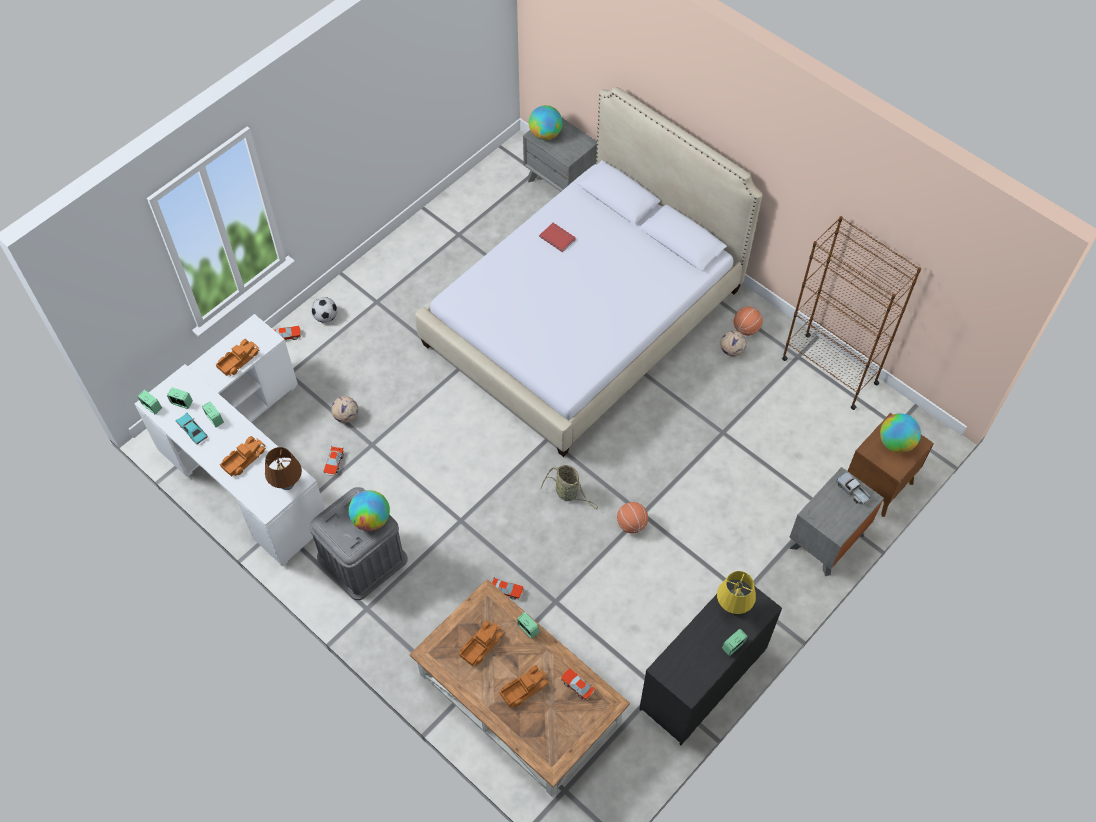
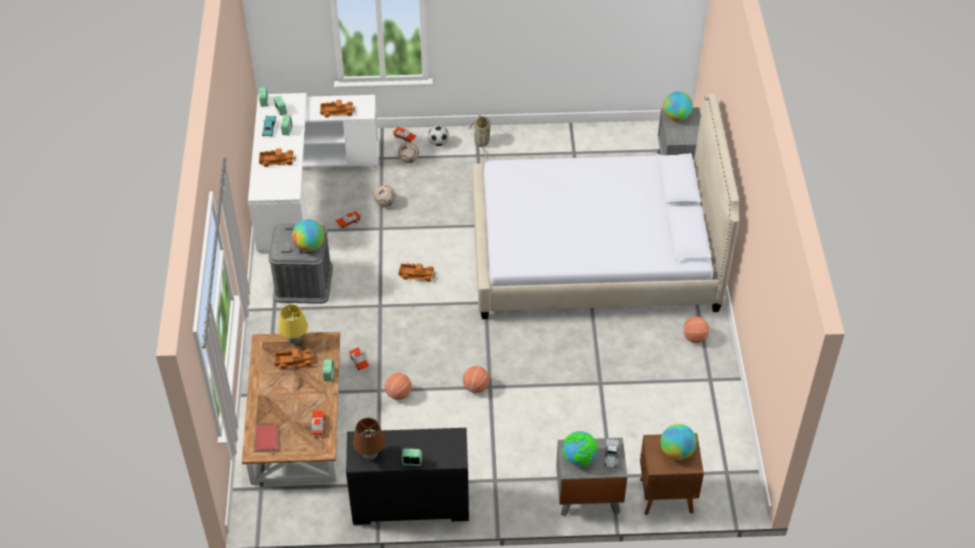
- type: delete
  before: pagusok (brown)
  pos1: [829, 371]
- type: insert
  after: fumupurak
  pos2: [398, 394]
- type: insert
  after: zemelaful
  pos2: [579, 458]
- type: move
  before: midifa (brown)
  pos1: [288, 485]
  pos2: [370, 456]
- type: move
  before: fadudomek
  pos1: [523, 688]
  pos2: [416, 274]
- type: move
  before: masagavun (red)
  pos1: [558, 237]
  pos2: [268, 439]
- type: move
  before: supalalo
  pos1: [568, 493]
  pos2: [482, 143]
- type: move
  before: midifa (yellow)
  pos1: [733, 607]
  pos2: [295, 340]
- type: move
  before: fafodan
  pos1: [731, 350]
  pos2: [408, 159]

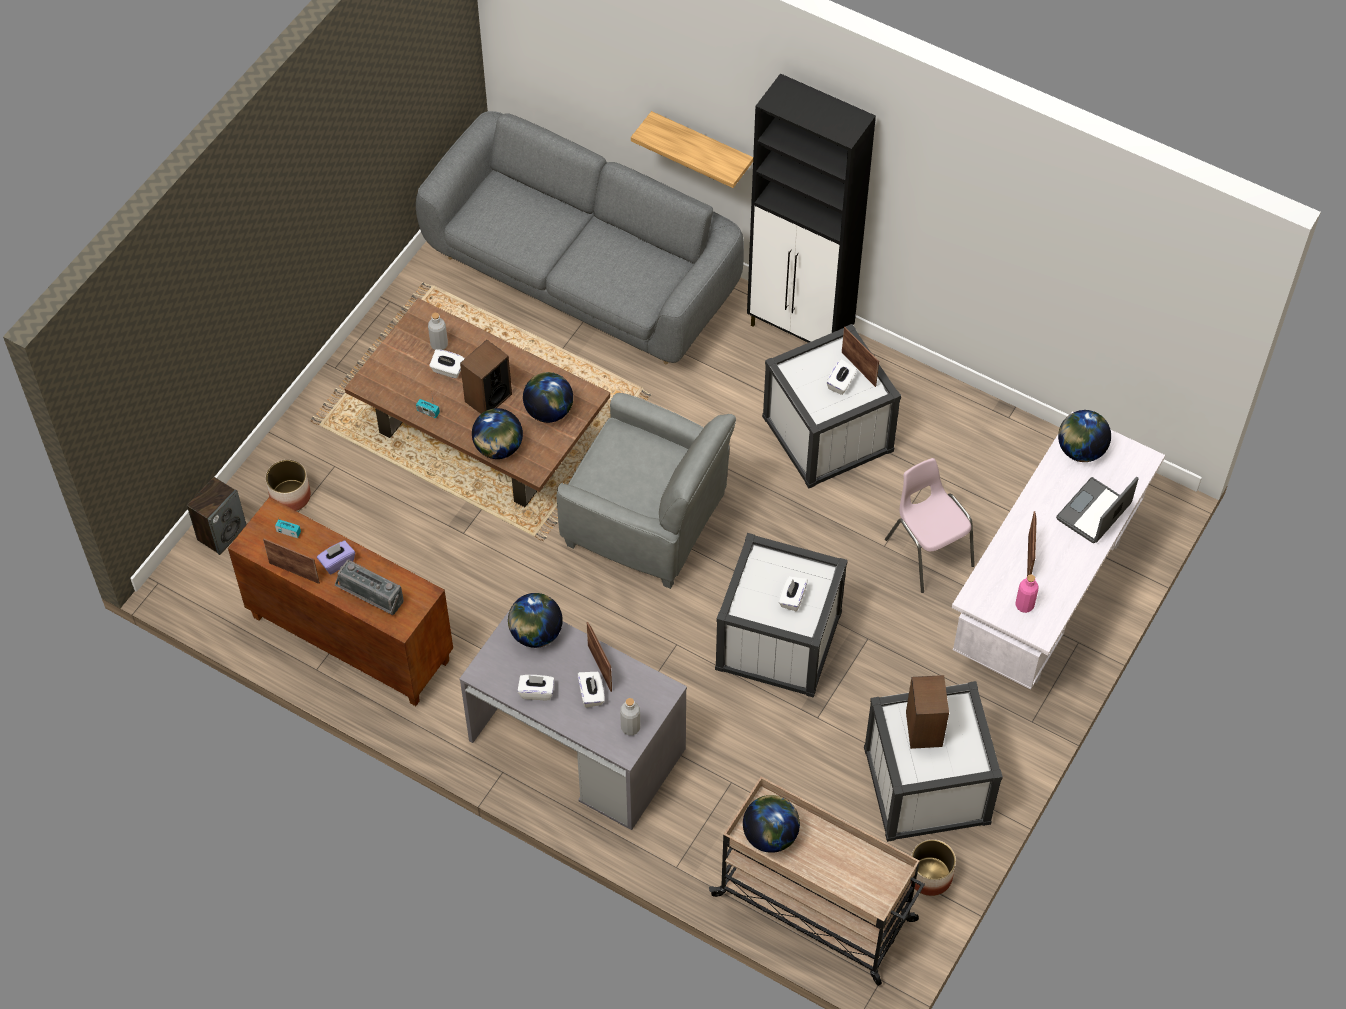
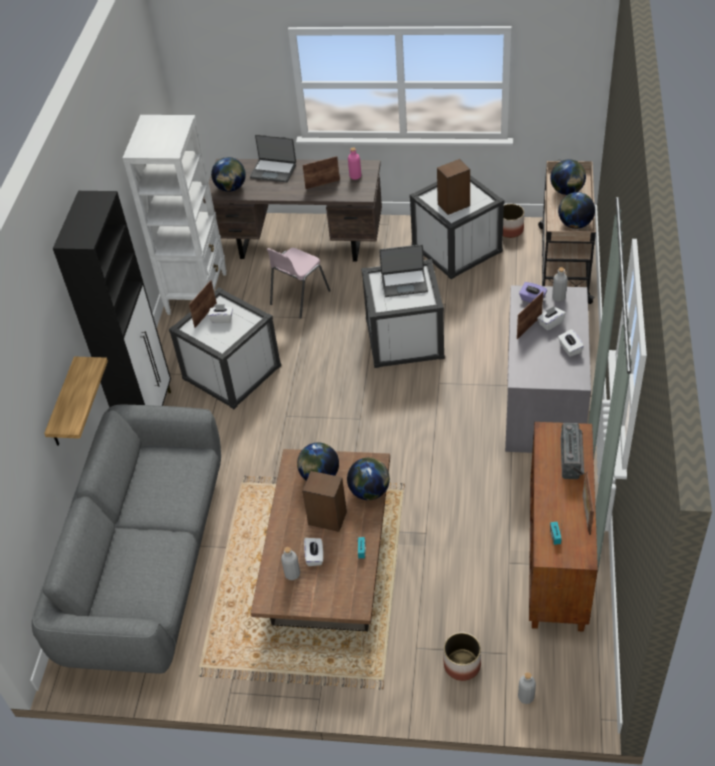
- type: delete
  before: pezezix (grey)
  pos1: [648, 521]
- type: insert
  after: pagusok (white)
  pos2: [197, 293]
- type: move
  before: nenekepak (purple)
  pos1: [337, 562]
  pos2: [532, 299]
- type: move
  before: zemelaful
  pos1: [536, 633]
  pos2: [567, 191]
- type: replace
  before: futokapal
  after: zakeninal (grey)
  pos1: [222, 533]
  pos2: [526, 697]
- type: replace
  before: nenekepak (white)
  after: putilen
  pos1: [792, 598]
  pos2: [404, 283]
- type: recolor
  before: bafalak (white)
  after: bafalak (brown)
  pos1: [1044, 597]
  pos2: [302, 243]

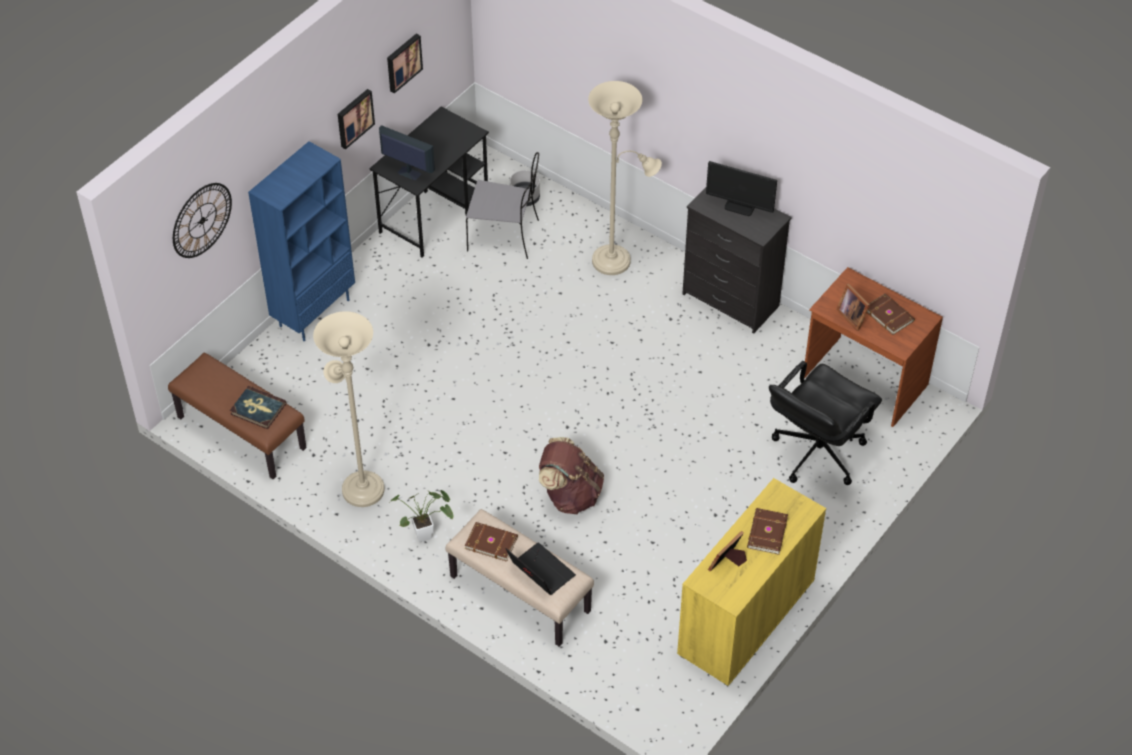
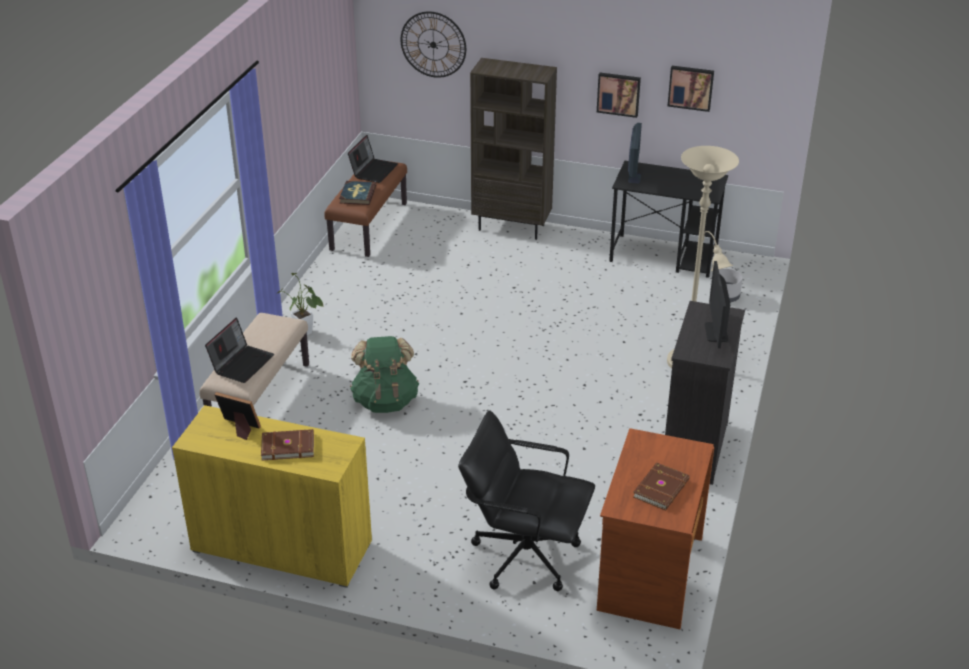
- type: delete
  before: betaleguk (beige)
  pos1: [360, 485]
- type: delete
  before: masagavun (brown)
  pos1: [491, 542]
- type: delete
  before: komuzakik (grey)
  pos1: [505, 236]
- type: delete
  before: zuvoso
  pos1: [852, 316]
- type: insert
  after: putilen
  pos2: [373, 170]
- type: recolor
  before: pagusok (blue)
  after: pagusok (brown)
  pos1: [314, 312]
  pos2: [512, 227]
- type: recolor
  before: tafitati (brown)
  after: tafitati (green)
  pos1: [570, 495]
  pos2: [385, 401]

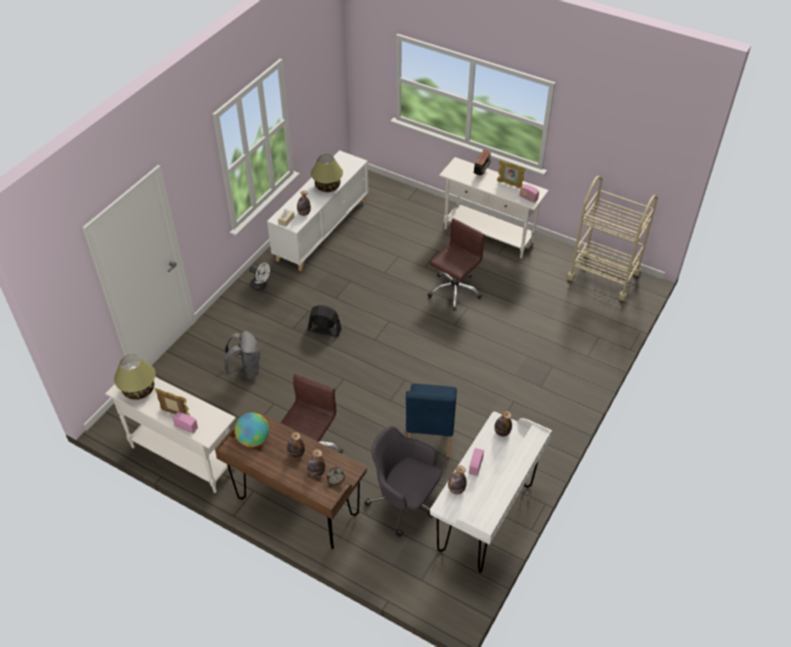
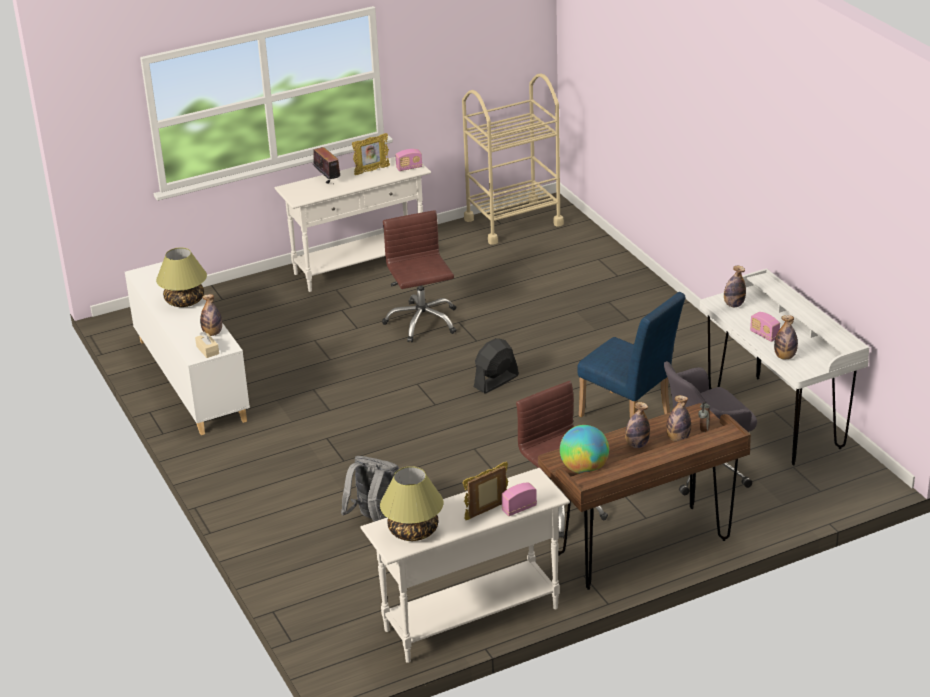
- type: delete
  before: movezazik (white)
  pos1: [260, 286]
- type: move
  before: movezazik (black)
  pos1: [324, 329]
  pos2: [496, 381]

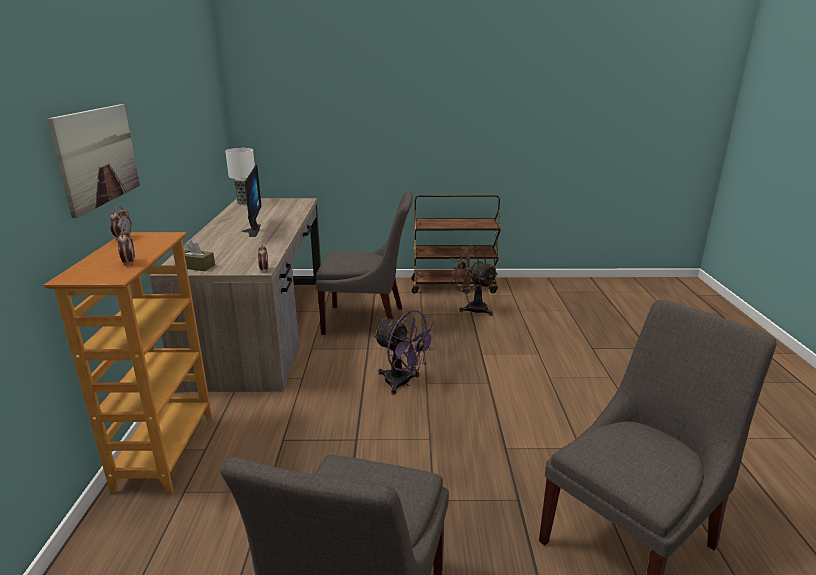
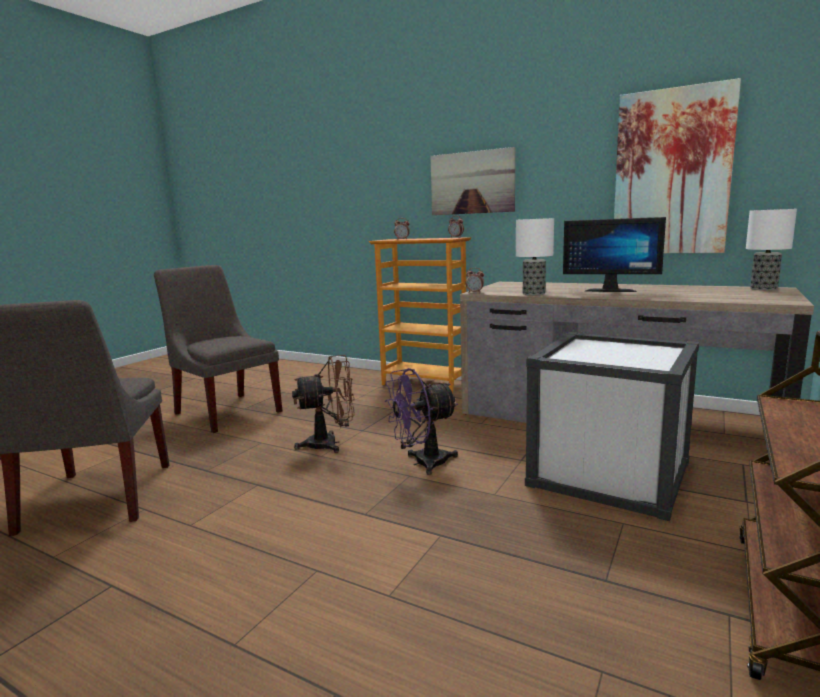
- type: delete
  before: nenekepak (brown)
  pos1: [196, 266]
- type: insert
  after: midifa
  pos2: [534, 294]
- type: insert
  after: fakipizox
  pos2: [671, 173]
- type: move
  before: movezazik (brown)
  pos1: [472, 307]
  pos2: [330, 444]
- type: replace
  before: komuzakik (grey)
  after: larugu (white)
  pos1: [368, 321]
  pos2: [608, 474]

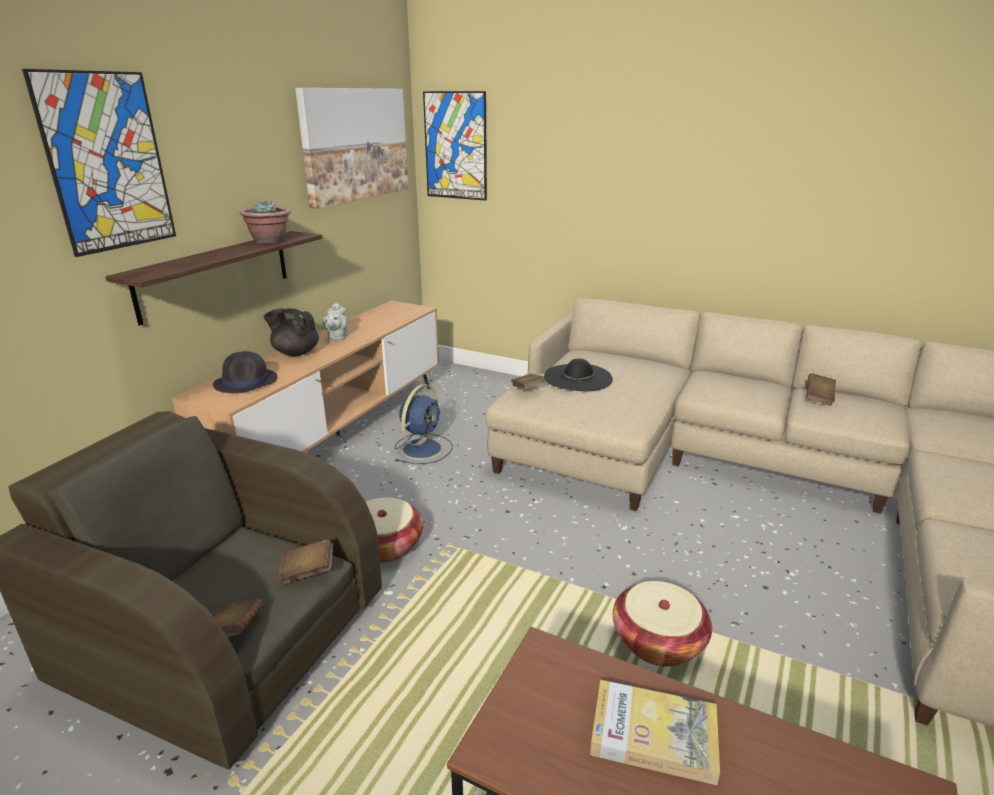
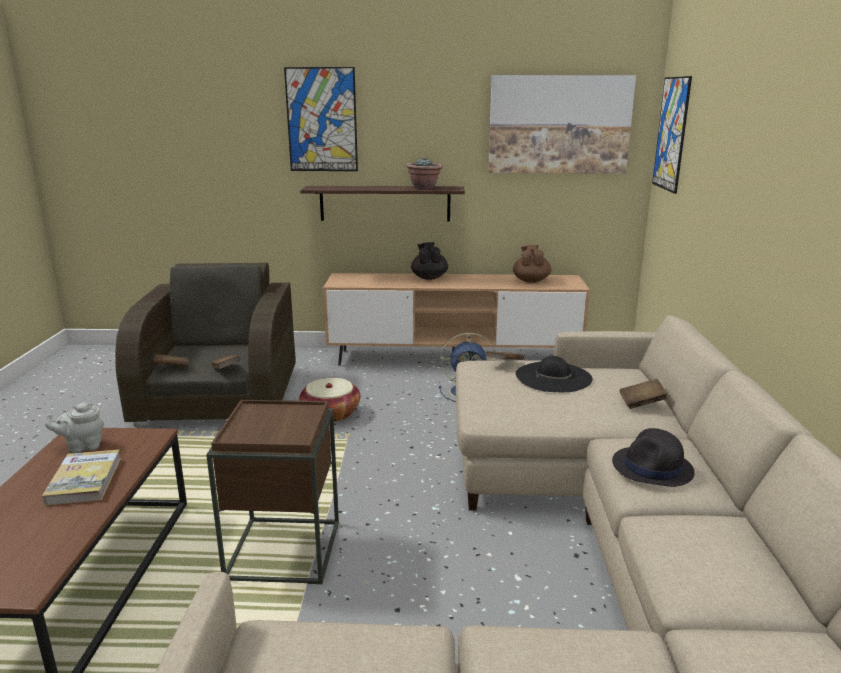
- type: insert
  after: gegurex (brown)
  pos2: [531, 281]
- type: move
  before: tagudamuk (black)
  pos1: [246, 382]
  pos2: [652, 468]
- type: move
  before: gegurex (grey)
  pos1: [337, 337]
  pos2: [82, 446]
- type: move
  before: masagavun (brown)
  pos1: [818, 398]
  pos2: [641, 403]
- type: replace
  before: supalalo
  after: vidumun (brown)
  pos1: [658, 641]
  pos2: [283, 549]

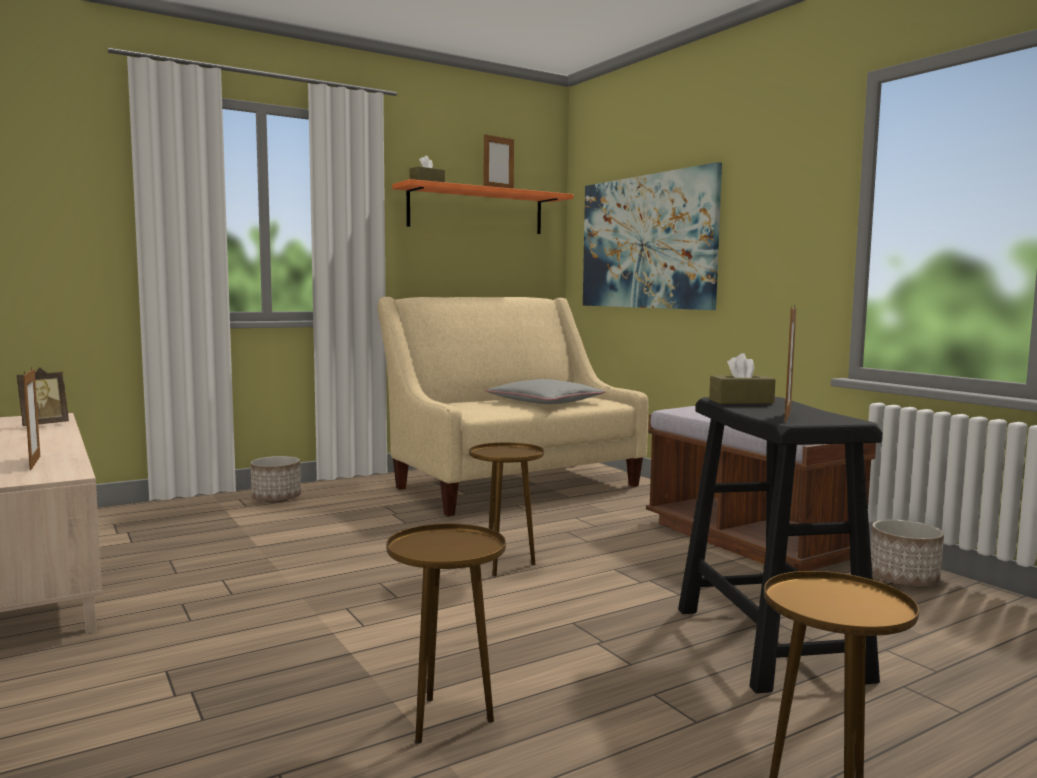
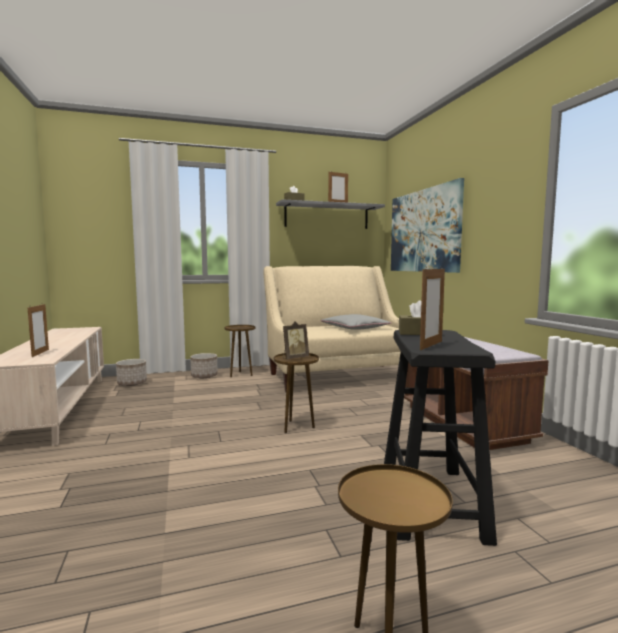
- type: move
  before: zuvoso
  pos1: [43, 425]
  pos2: [294, 358]
- type: move
  before: vidumun (brown)
  pos1: [446, 720]
  pos2: [241, 374]
- type: move
  before: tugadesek
  pos1: [903, 579]
  pos2: [132, 383]
- type: recolor
  before: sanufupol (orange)
  after: sanufupol (grey)
  pos1: [476, 210]
  pos2: [327, 216]

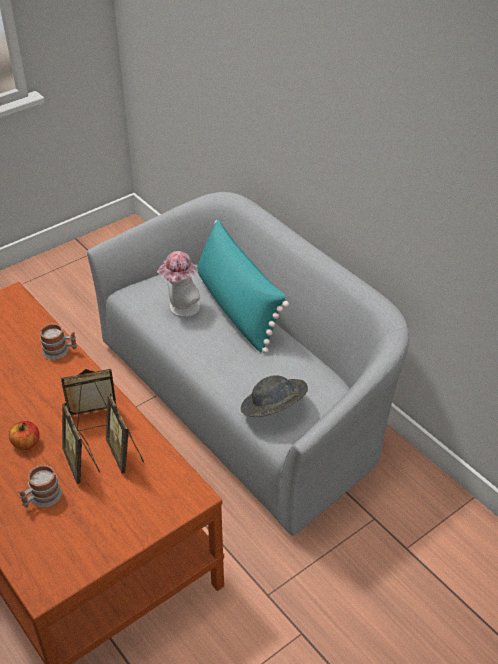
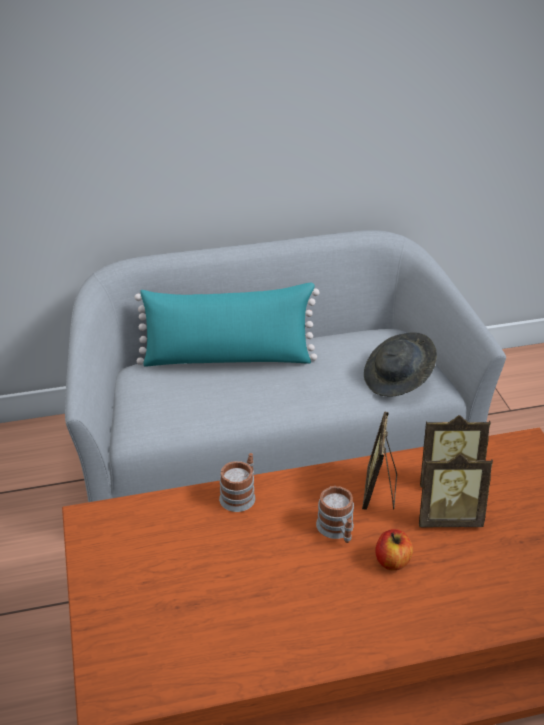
- type: delete
  before: tagudamuk
  pos1: [181, 308]
- type: move
  before: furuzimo
  pos1: [41, 498]
  pos2: [337, 530]

